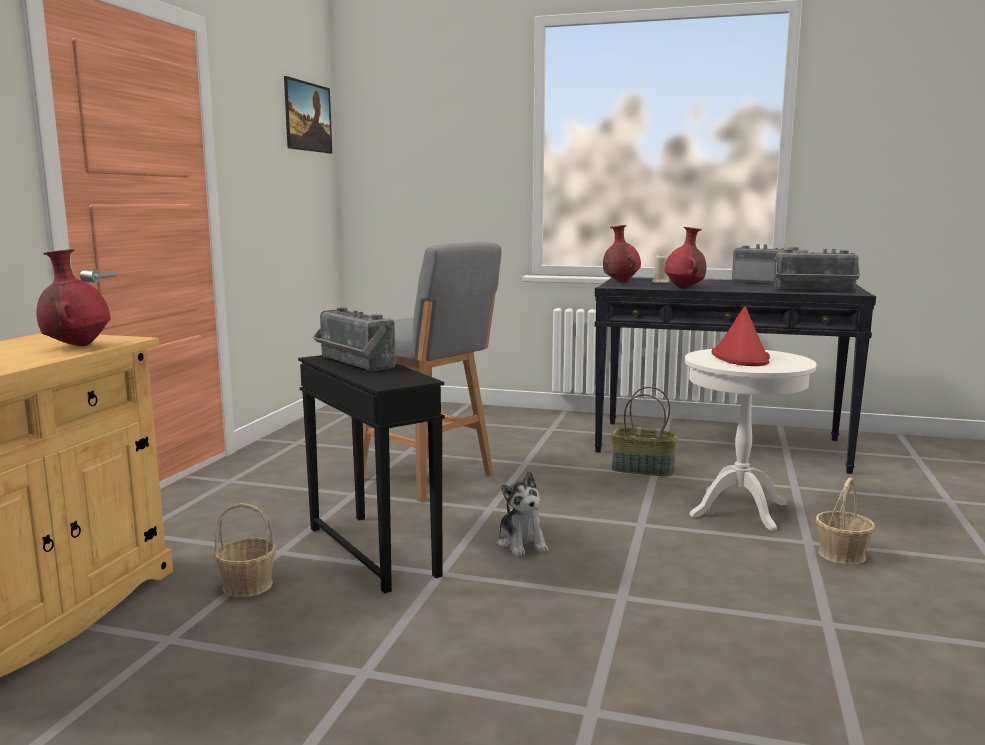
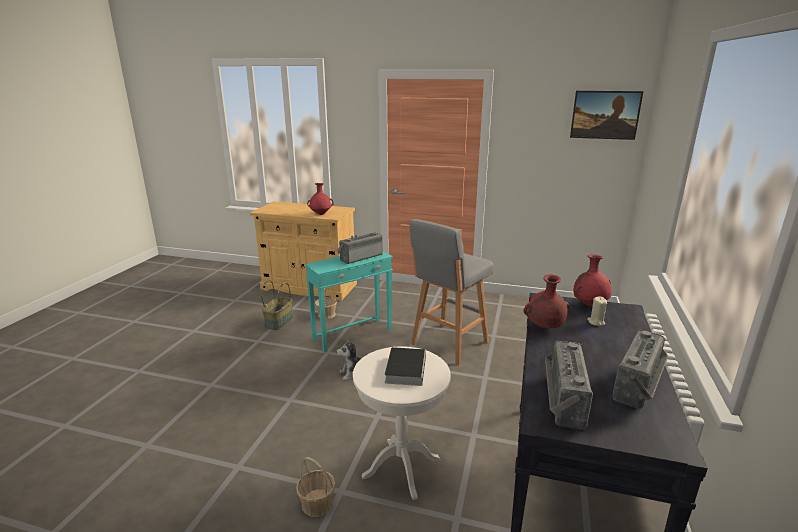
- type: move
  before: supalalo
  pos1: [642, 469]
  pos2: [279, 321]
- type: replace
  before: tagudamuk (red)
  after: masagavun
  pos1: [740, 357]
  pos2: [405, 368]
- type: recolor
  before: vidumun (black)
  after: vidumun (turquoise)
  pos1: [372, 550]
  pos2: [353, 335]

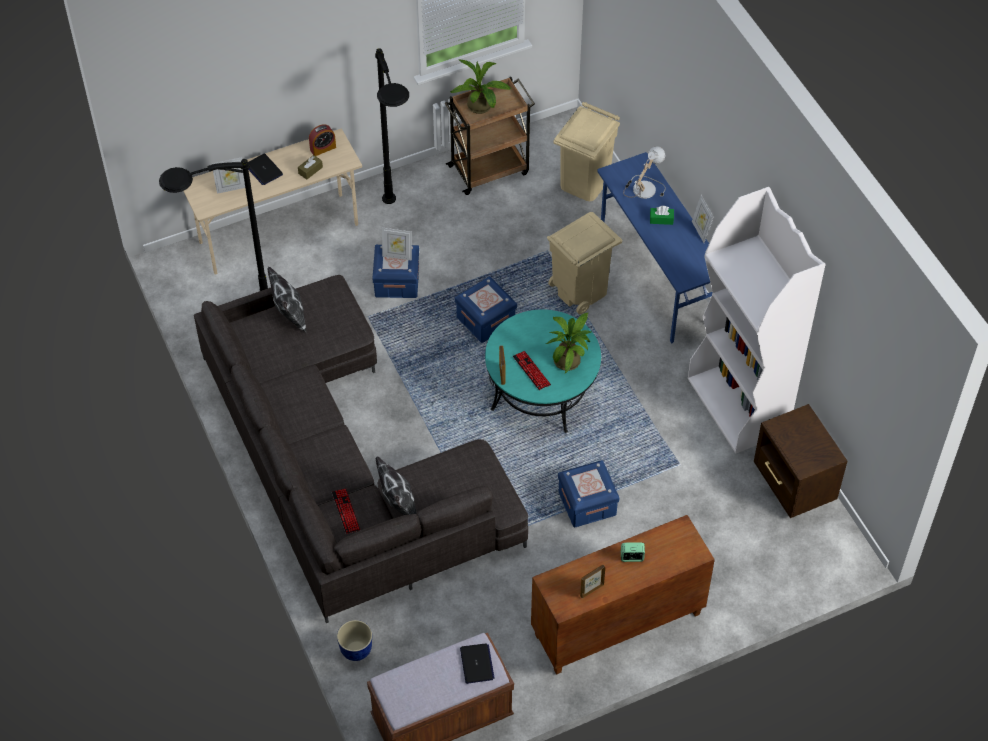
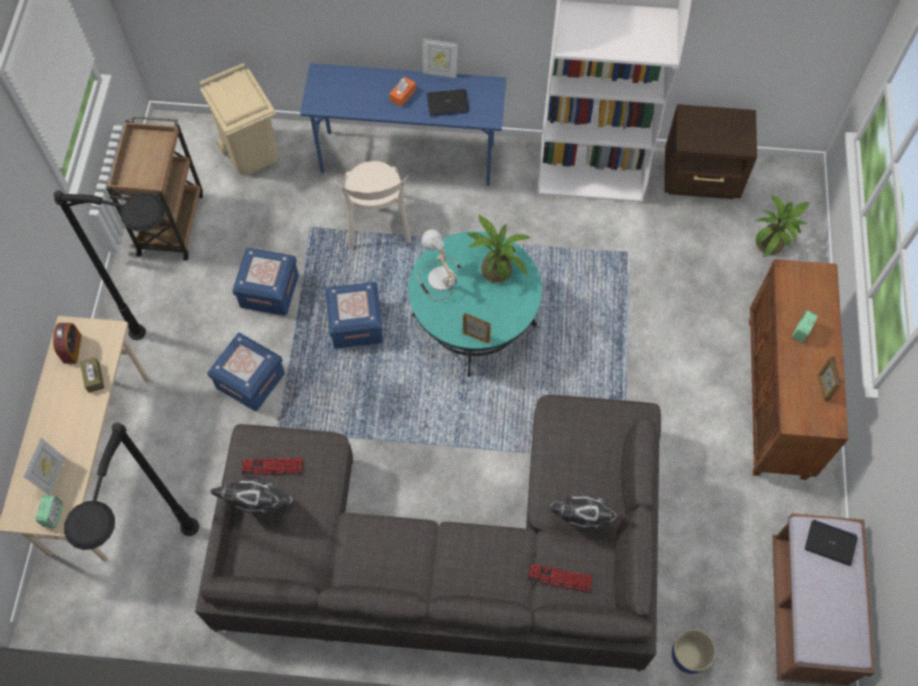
- type: delete
  before: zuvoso
  pos1: [397, 256]
- type: insert
  after: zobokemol
  pos2: [53, 515]
- type: move
  before: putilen
  pos1: [263, 170]
  pos2: [447, 103]
- type: move
  before: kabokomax
  pos1: [482, 107]
  pos2: [772, 243]
- type: move
  before: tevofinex
  pos1: [531, 371]
  pos2: [272, 467]
- type: move
  before: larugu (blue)
  pos1: [587, 503]
  pos2: [269, 291]
- type: move
  before: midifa
  pos1: [643, 188]
  pos2: [438, 278]
- type: replace
  before: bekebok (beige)
  after: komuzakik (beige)
  pos1: [580, 290]
  pos2: [377, 225]
- type: recolor
  before: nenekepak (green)
  after: nenekepak (orange)
  pos1: [661, 219]
  pos2: [403, 95]

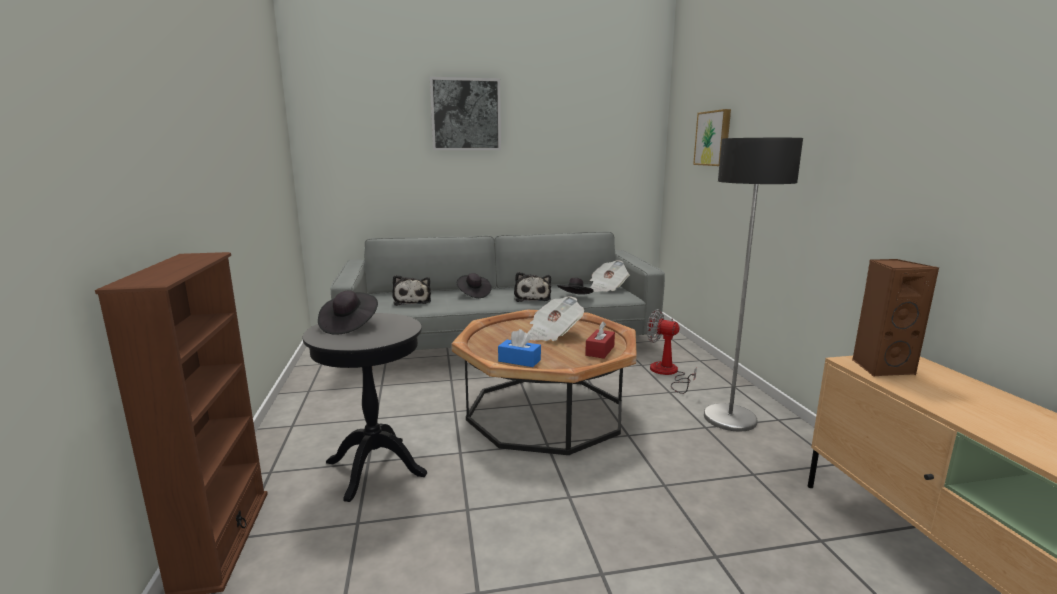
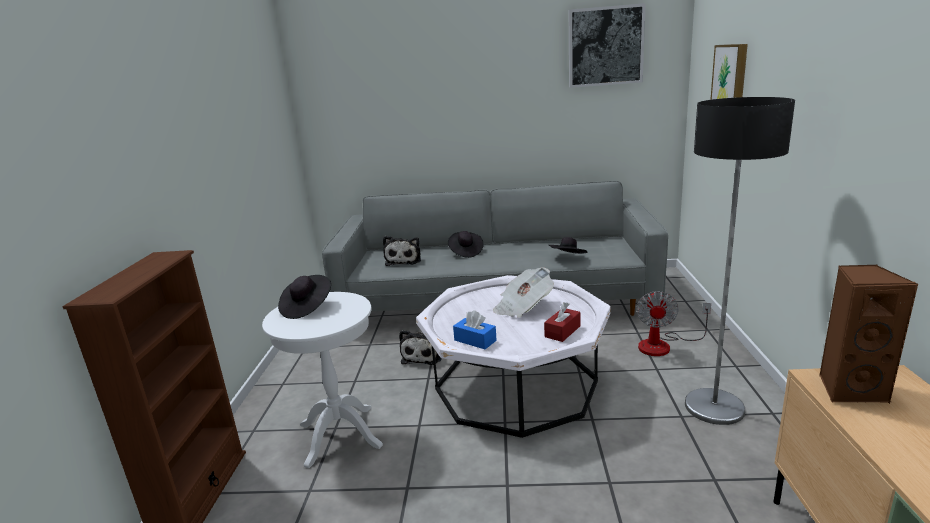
- type: delete
  before: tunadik
  pos1: [607, 288]
- type: move
  before: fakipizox
  pos1: [466, 114]
  pos2: [605, 46]
- type: move
  before: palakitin
  pos1: [532, 298]
  pos2: [423, 356]
- type: recolor
  before: vidumun (black)
  after: vidumun (white)
  pos1: [376, 468]
  pos2: [340, 435]
- type: recolor
  before: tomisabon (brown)
  after: tomisabon (white)
  pos1: [546, 412]
  pos2: [516, 385]
- type: rotate
  before: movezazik
  pos1: [667, 373]
  pos2: [663, 345]
  turn: -120

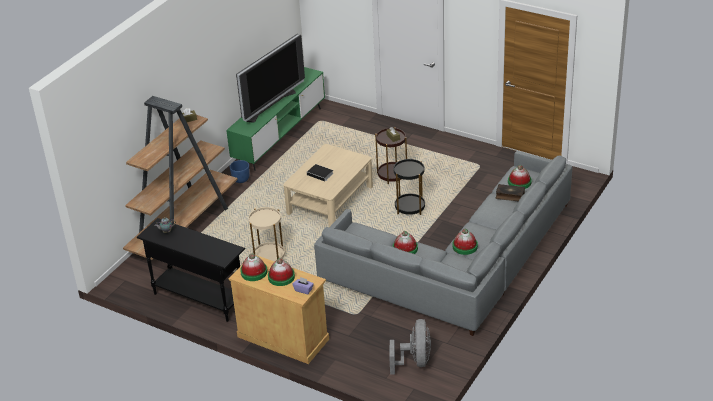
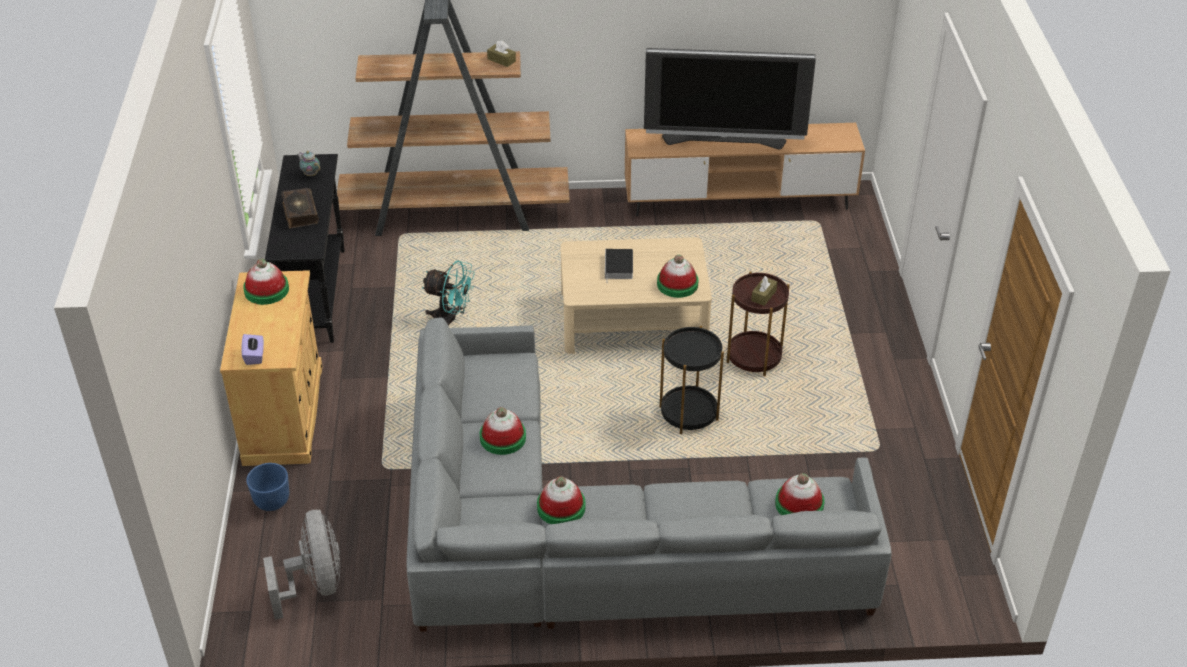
- type: move
  before: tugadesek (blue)
  pos1: [240, 180]
  pos2: [272, 501]
- type: move
  before: tagudamuk
  pos1: [281, 277]
  pos2: [677, 284]
- type: move
  before: masagavun
  pos1: [510, 196]
  pos2: [300, 213]
- type: replace
  before: vidumun (beige)
  after: movezazik (turquoise)
  pos1: [269, 257]
  pos2: [451, 319]
- type: recolor
  before: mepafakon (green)
  after: mepafakon (brown)
  pos1: [280, 136]
  pos2: [739, 202]
- type: rotate
  before: movezazik (grey)
  pos1: [415, 361]
  pos2: [315, 584]
  turn: -75

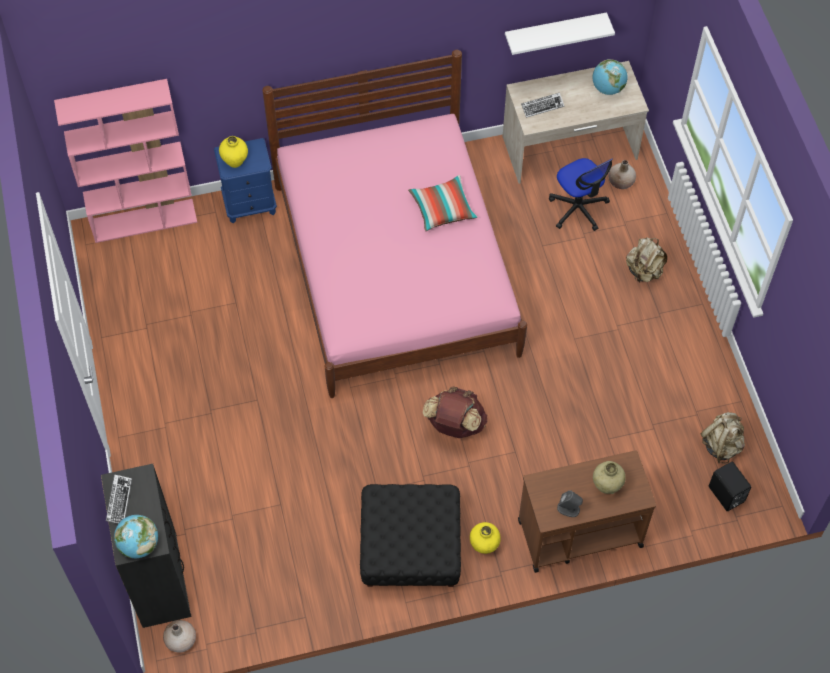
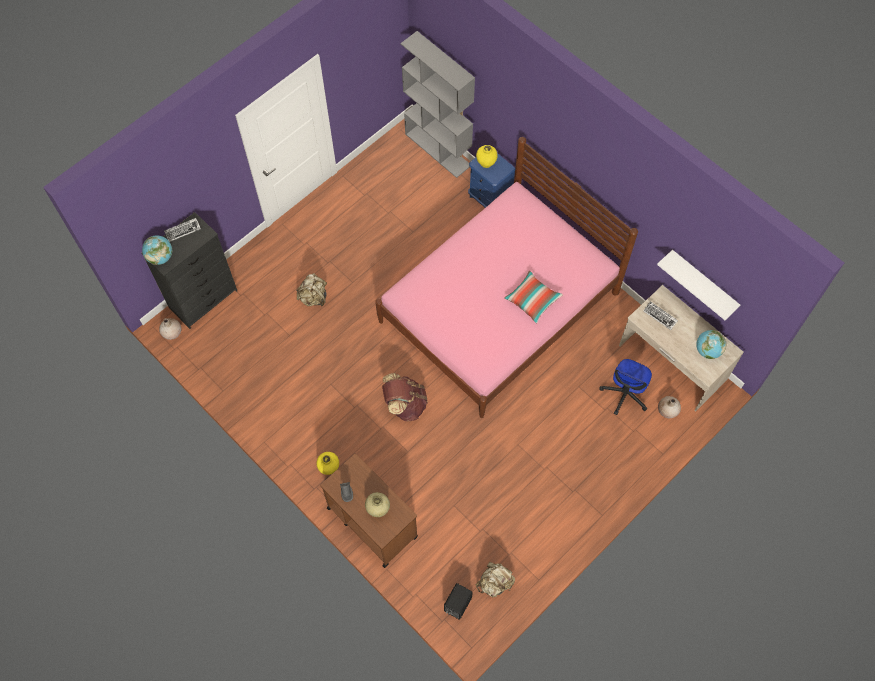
- type: delete
  before: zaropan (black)
  pos1: [410, 547]
- type: move
  before: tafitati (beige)
  pos1: [644, 271]
  pos2: [313, 297]
- type: recolor
  before: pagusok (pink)
  after: pagusok (grey)
  pos1: [144, 220]
  pos2: [438, 149]

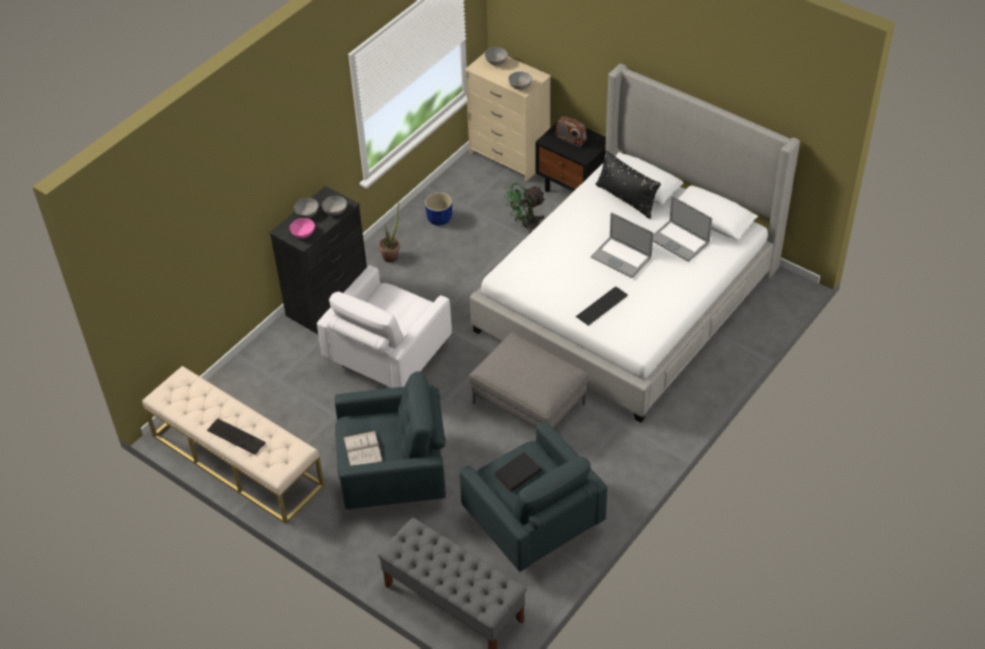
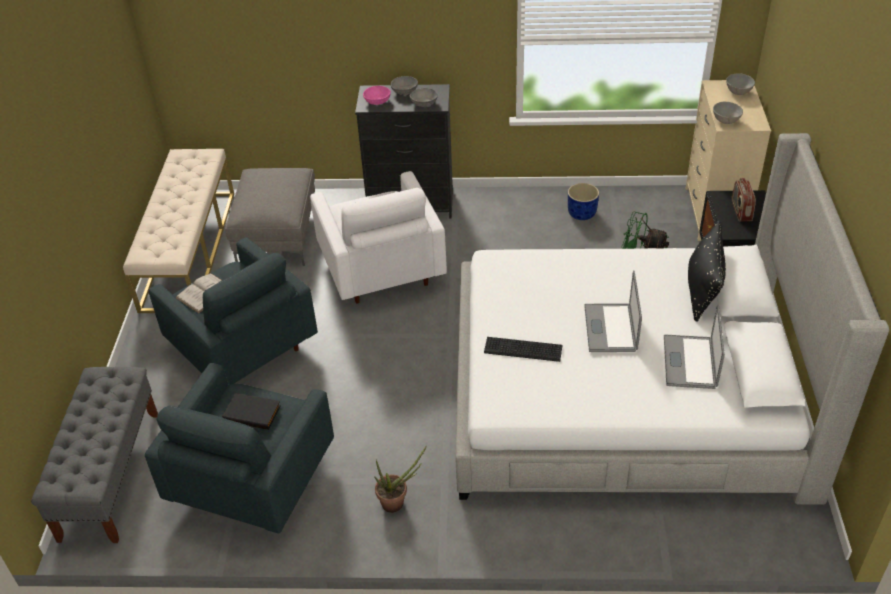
- type: delete
  before: tevofinex
  pos1: [236, 436]
- type: move
  before: kabokomax
  pos1: [392, 255]
  pos2: [397, 503]
- type: move
  before: zaropan (grey)
  pos1: [530, 403]
  pos2: [278, 236]
- type: rotate
  before: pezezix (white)
  pos1: [387, 356]
  pos2: [381, 271]
  turn: -105

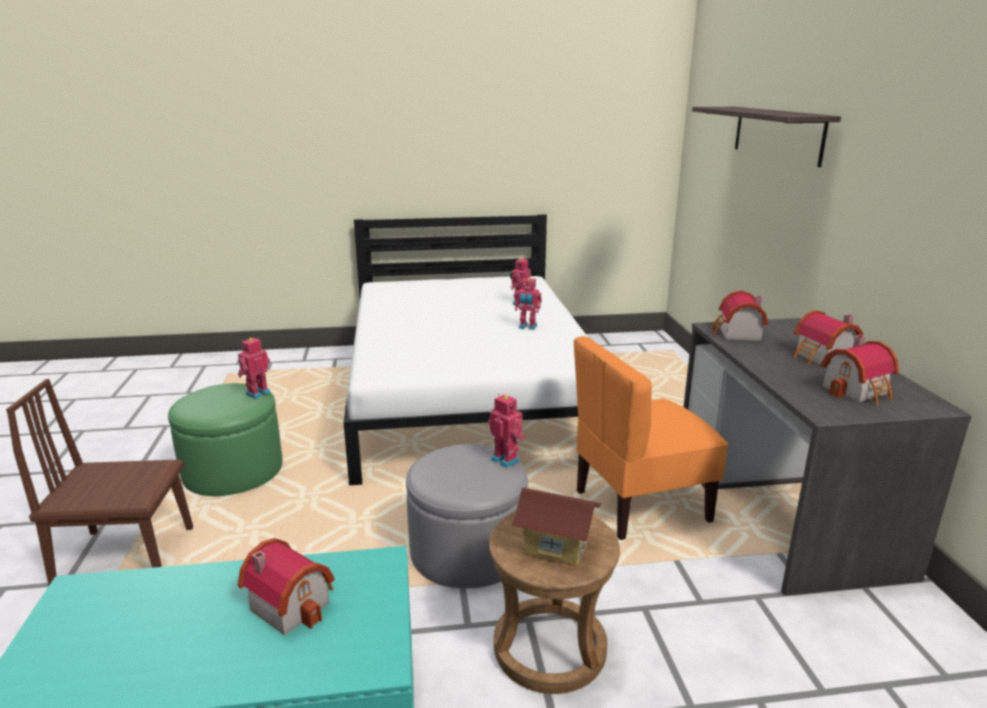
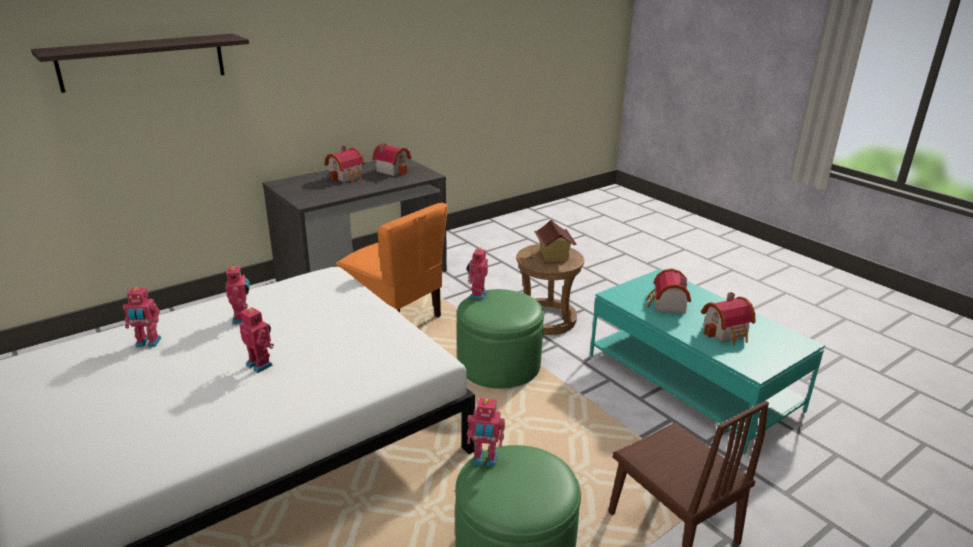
- type: insert
  after: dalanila
  pos2: [261, 364]
- type: move
  before: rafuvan
  pos1: [737, 334]
  pos2: [727, 333]
- type: recolor
  before: zaropan (grey)
  after: zaropan (green)
  pos1: [468, 550]
  pos2: [498, 364]

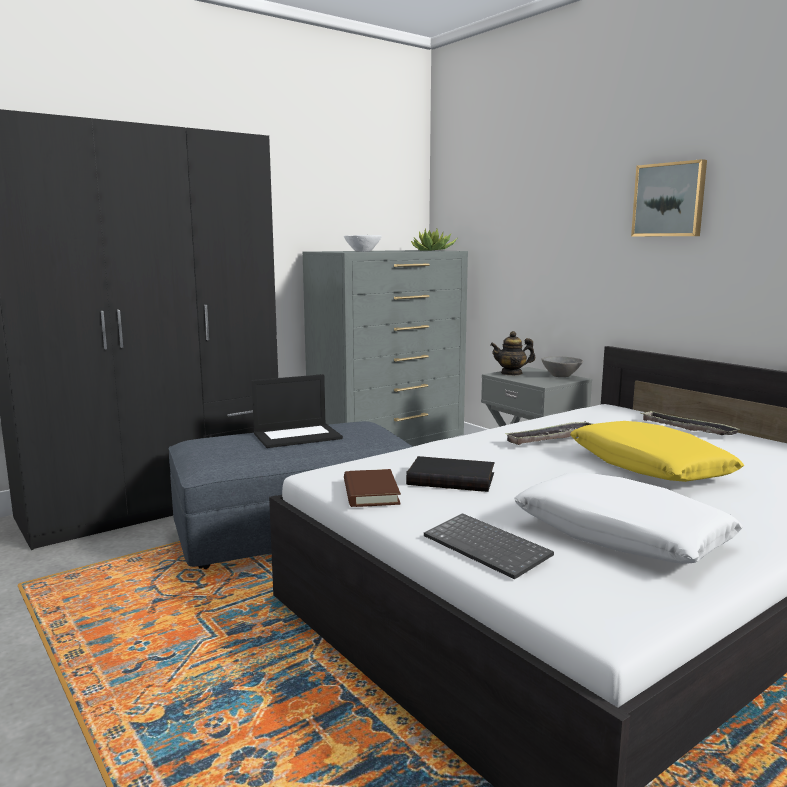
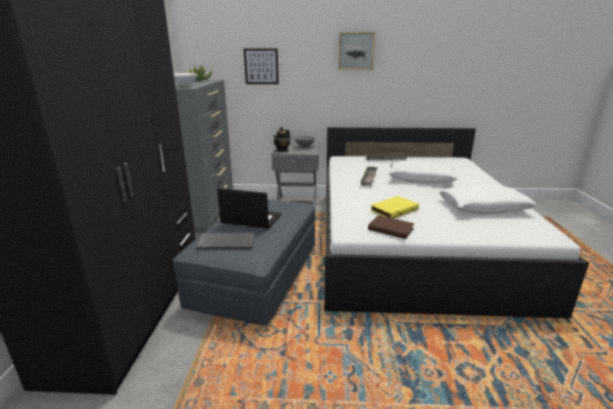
- type: insert
  after: fakipizox
  pos2: [261, 66]
- type: move
  before: tevofinex
  pos1: [489, 547]
  pos2: [227, 241]
- type: recolor
  before: masagavun (black)
  after: masagavun (yellow)
  pos1: [452, 478]
  pos2: [393, 209]
- type: recolor
  before: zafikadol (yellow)
  after: zafikadol (white)
  pos1: [649, 466]
  pos2: [421, 179]
- type: rotate
  before: putilen
  pos1: [298, 436]
  pos2: [250, 219]
  turn: -90

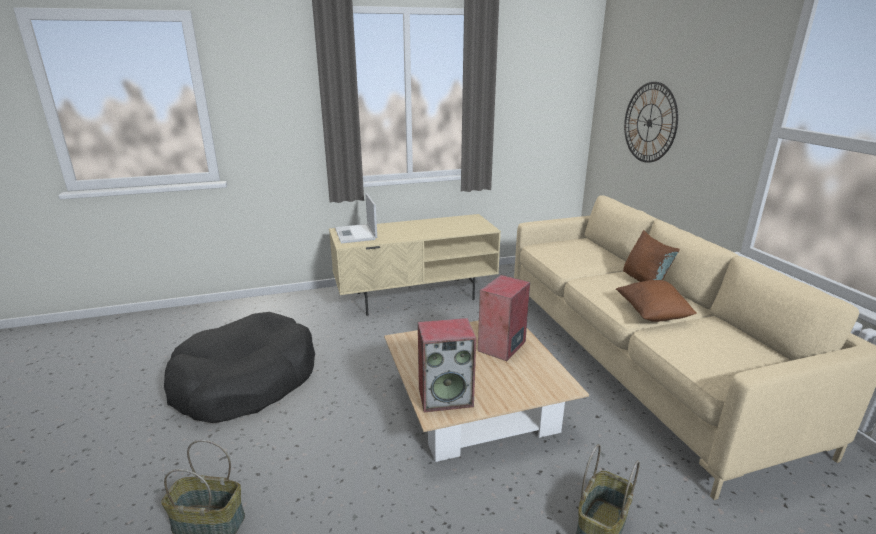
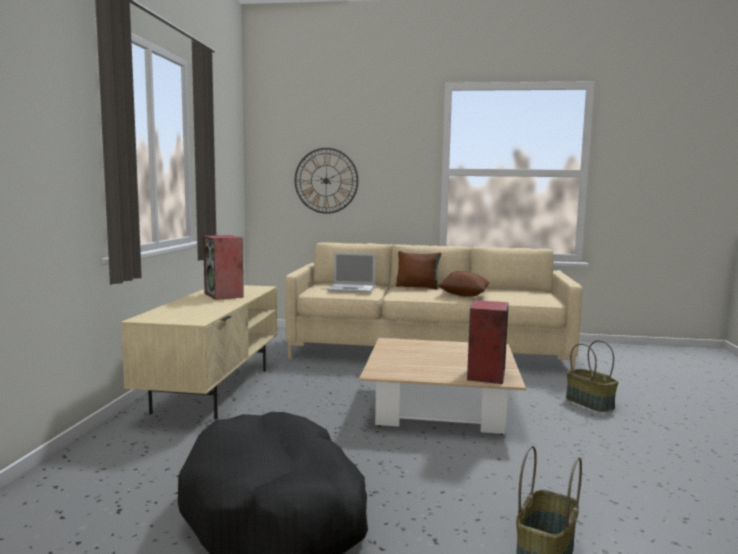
- type: move
  before: putilen
  pos1: [356, 234]
  pos2: [352, 289]
- type: move
  before: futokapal
  pos1: [502, 347]
  pos2: [224, 295]

